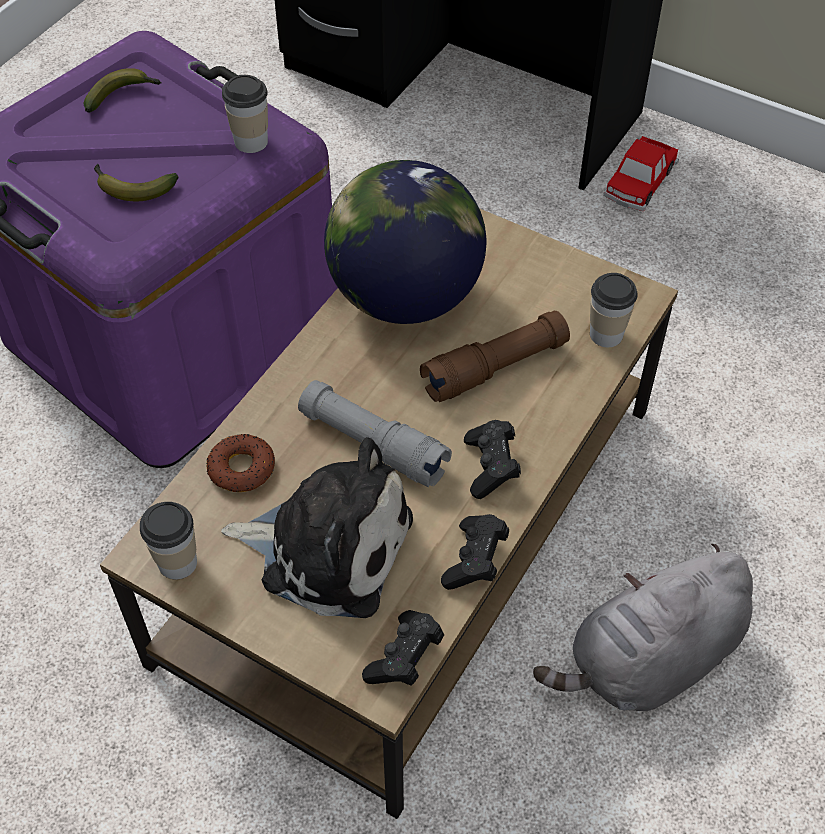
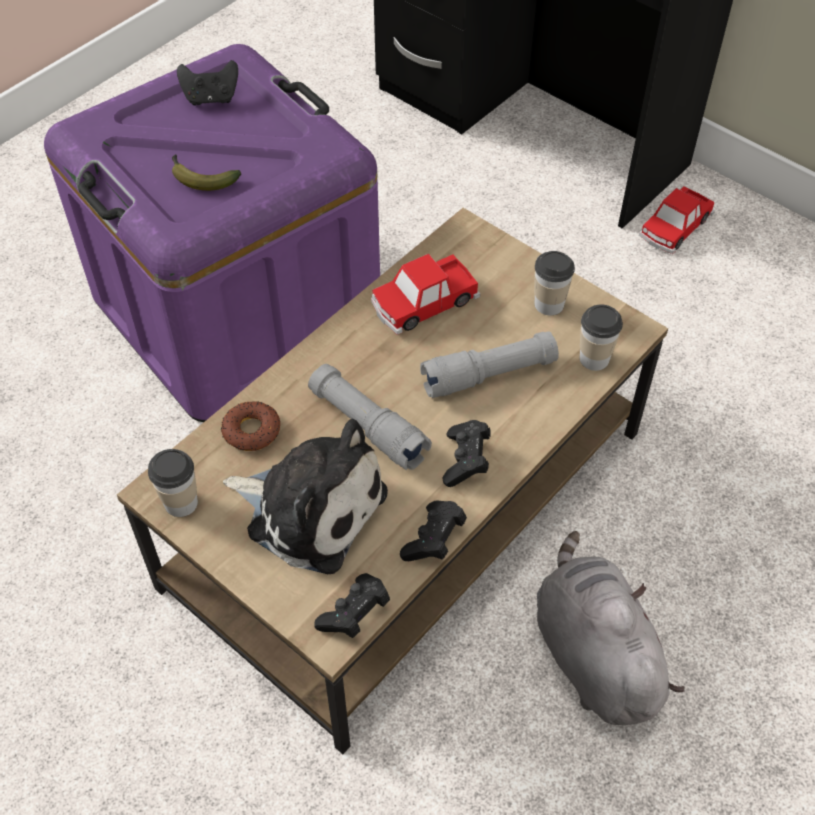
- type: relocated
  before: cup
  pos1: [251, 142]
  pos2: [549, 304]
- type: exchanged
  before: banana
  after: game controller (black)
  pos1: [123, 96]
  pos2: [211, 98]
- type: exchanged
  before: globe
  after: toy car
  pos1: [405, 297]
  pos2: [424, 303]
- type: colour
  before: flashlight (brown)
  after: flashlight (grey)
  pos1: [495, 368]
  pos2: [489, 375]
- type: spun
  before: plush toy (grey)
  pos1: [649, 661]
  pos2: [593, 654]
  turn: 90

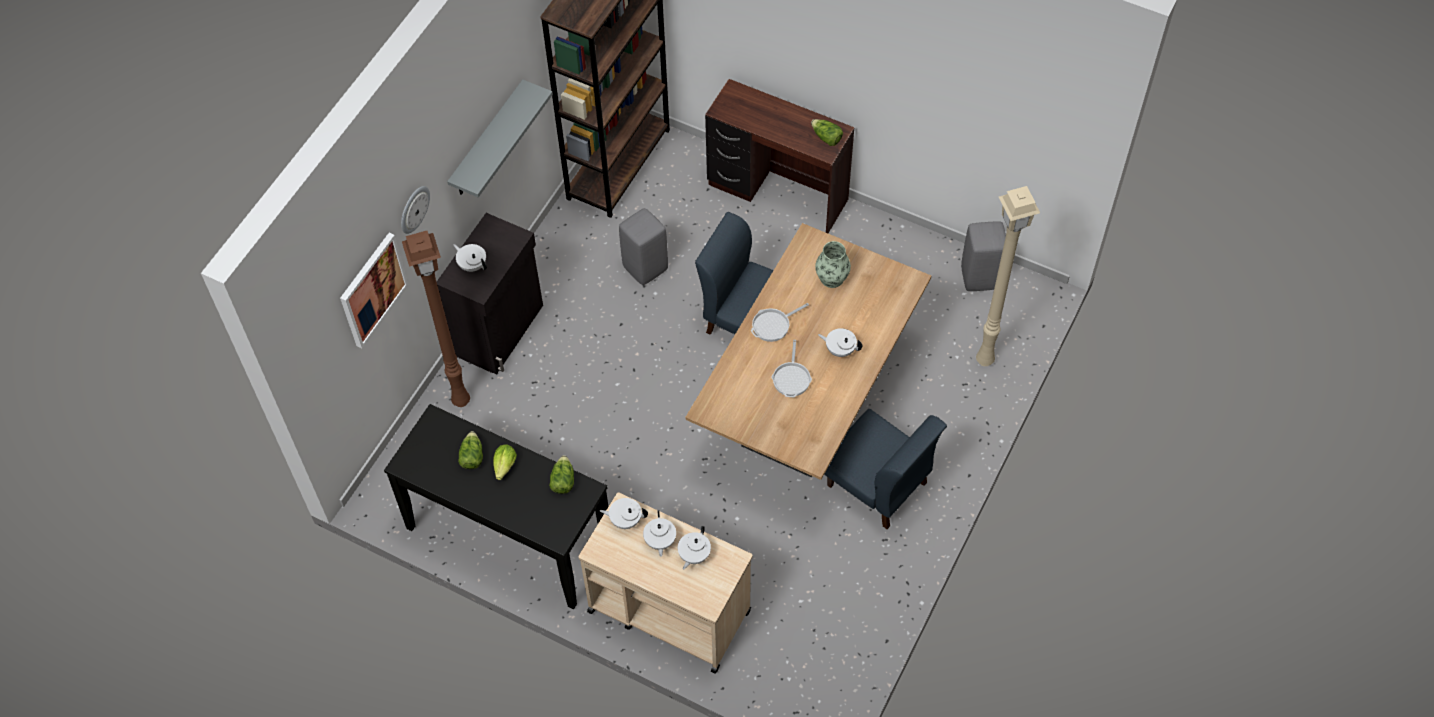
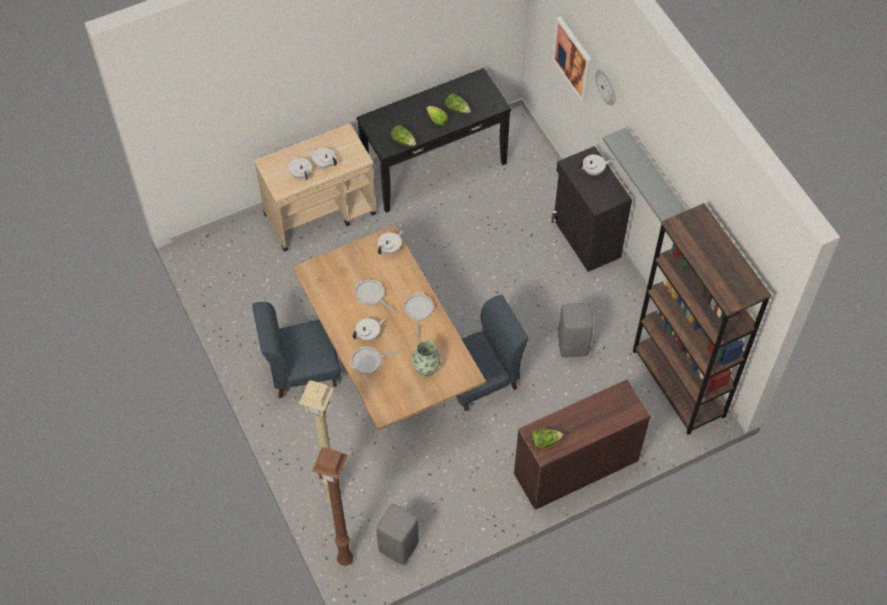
- type: appeared
  after: frying pan
  pos2: [369, 361]
- type: relocated
  before: floor lamp (brown)
  pos1: [459, 400]
  pos2: [346, 559]
- type: relocated
  before: teapot (white)
  pos1: [625, 520]
  pos2: [390, 249]

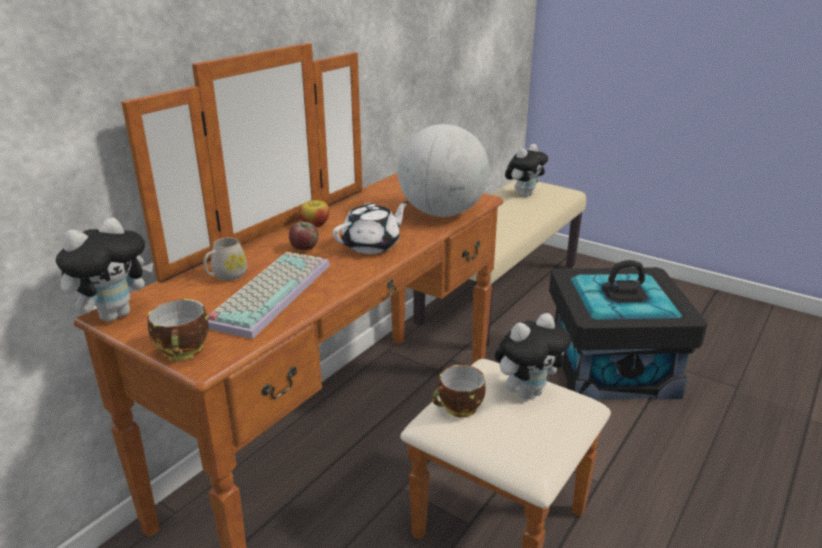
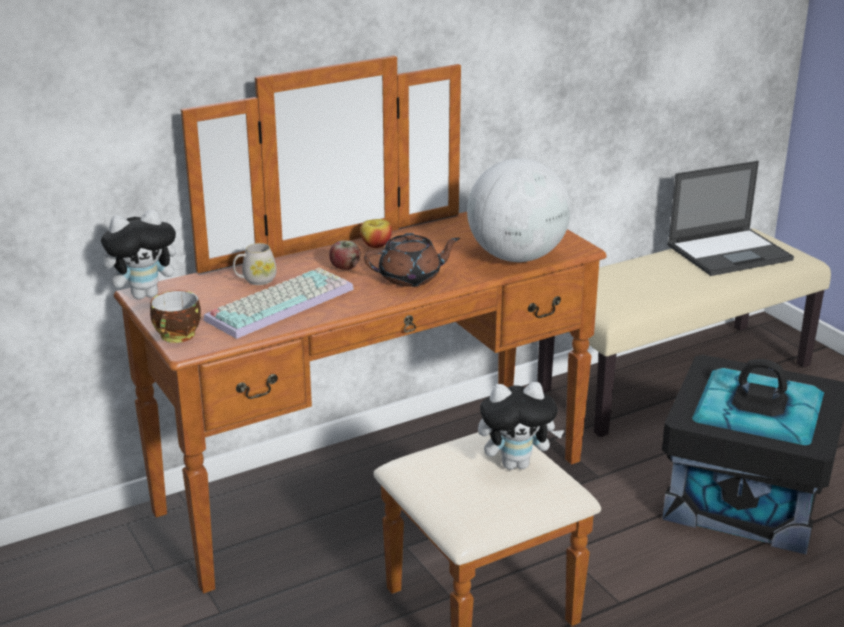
- type: missing
  before: cup
  pos1: [459, 409]
- type: exchanged
  before: plush toy
  after: laptop
  pos1: [524, 194]
  pos2: [730, 252]
- type: colour
  before: teapot (white)
  after: teapot (brown)
  pos1: [372, 245]
  pos2: [411, 278]

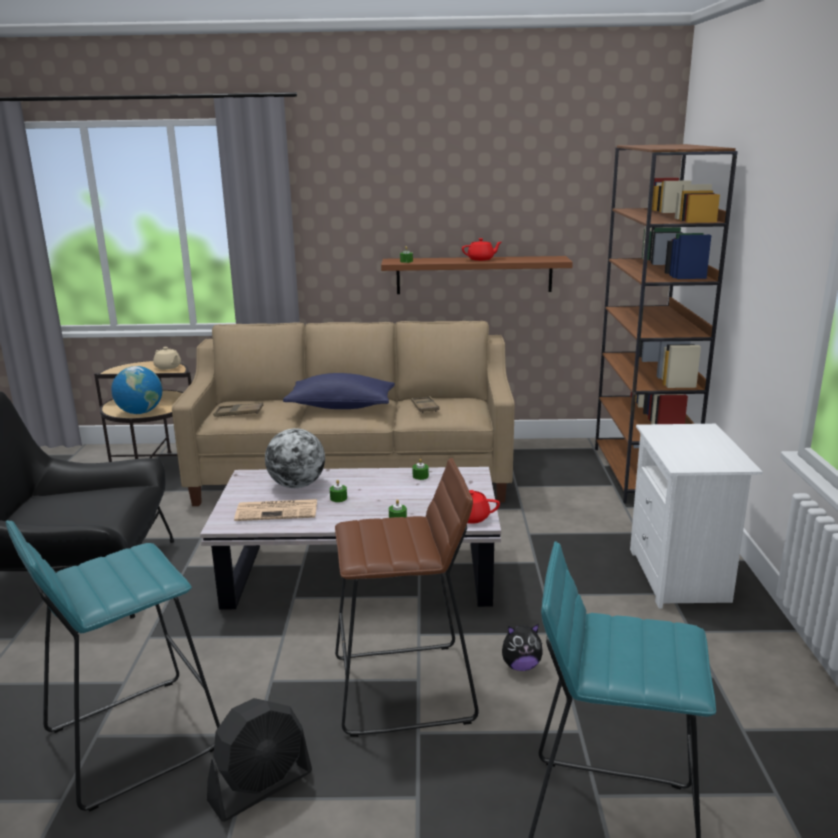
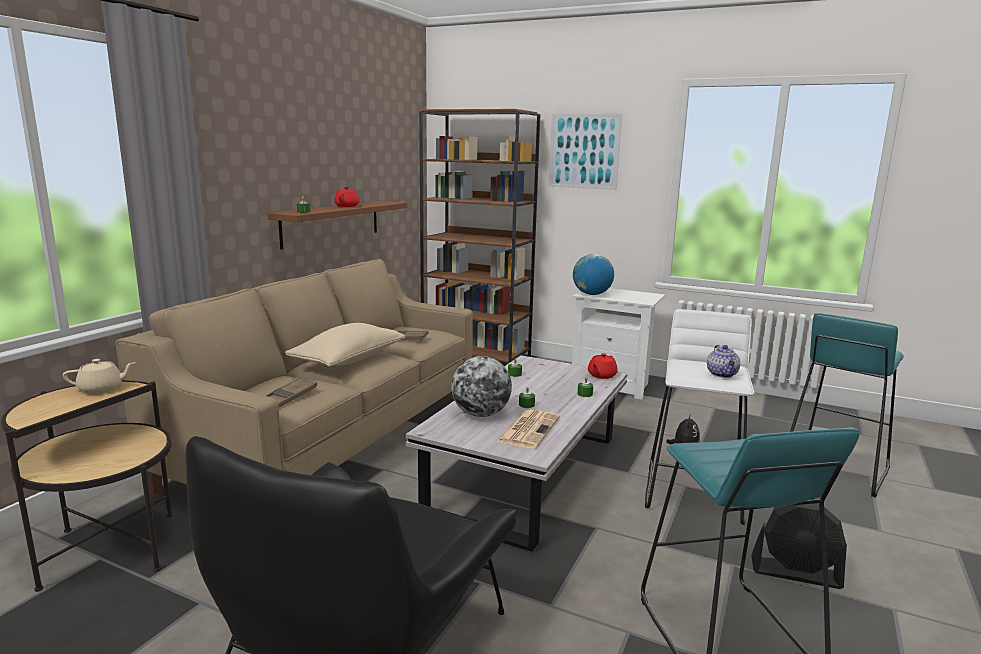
- type: appeared
  after: picture
  pos2: [584, 151]
- type: appeared
  after: teapot
  pos2: [722, 374]
- type: relocated
  before: globe
  pos1: [140, 412]
  pos2: [591, 294]
- type: colour
  before: pillow (blue)
  after: pillow (beige)
  pos1: [341, 406]
  pos2: [348, 360]
- type: colour
  before: stool (brown)
  after: stool (white)
  pos1: [405, 689]
  pos2: [694, 492]
- type: spun
  before: fan (black)
  pos1: [261, 786]
  pos2: [796, 573]
  turn: 120

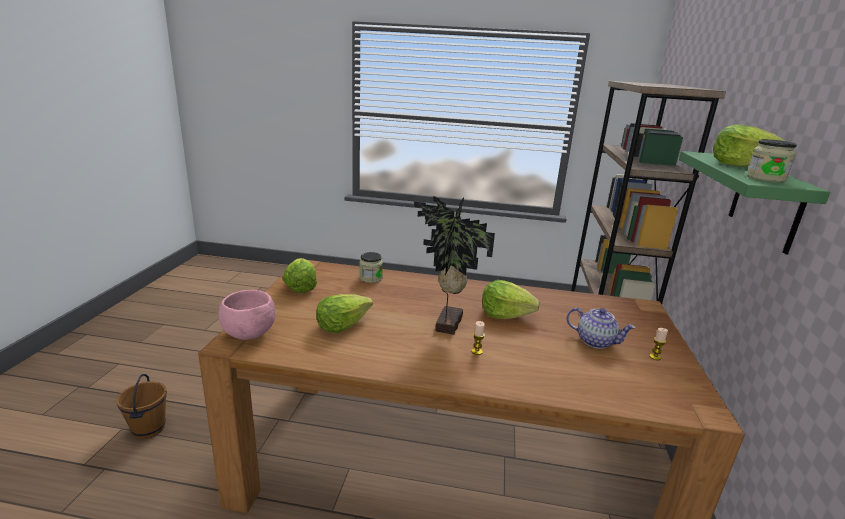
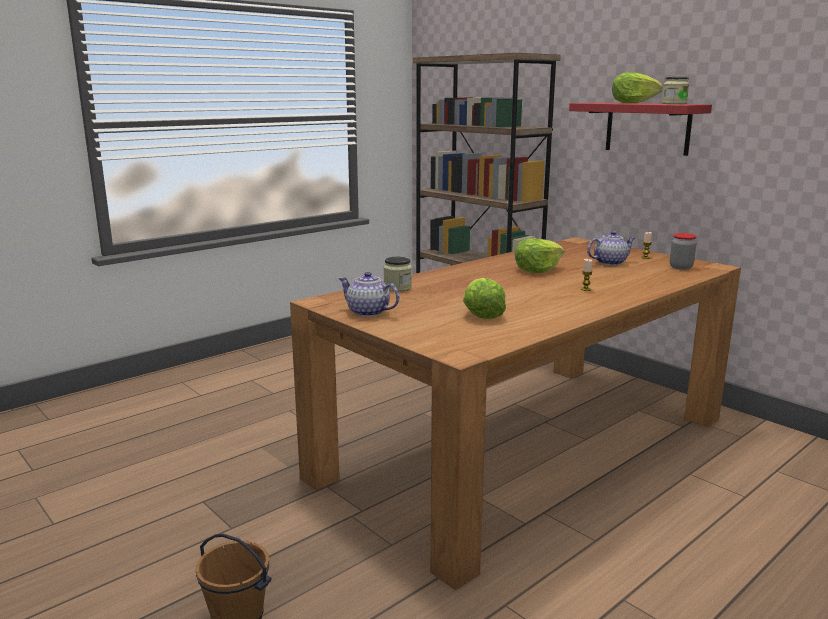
- type: missing
  before: bowl (pink)
  pos1: [249, 334]
- type: missing
  before: potted plant
  pos1: [446, 324]
- type: appeared
  after: jar
  pos2: [681, 267]
- type: exchanged
  before: lettuce
  after: teapot
  pos1: [300, 286]
  pos2: [368, 312]
- type: colour
  before: shelf (green)
  after: shelf (red)
  pos1: [766, 202]
  pos2: [647, 128]

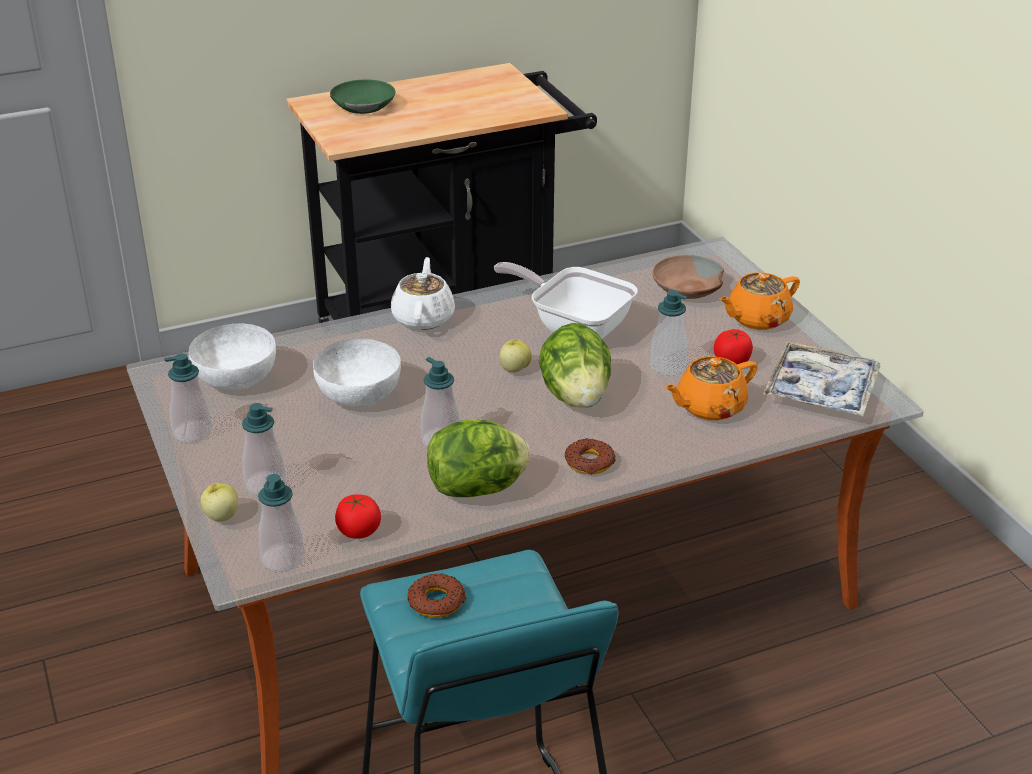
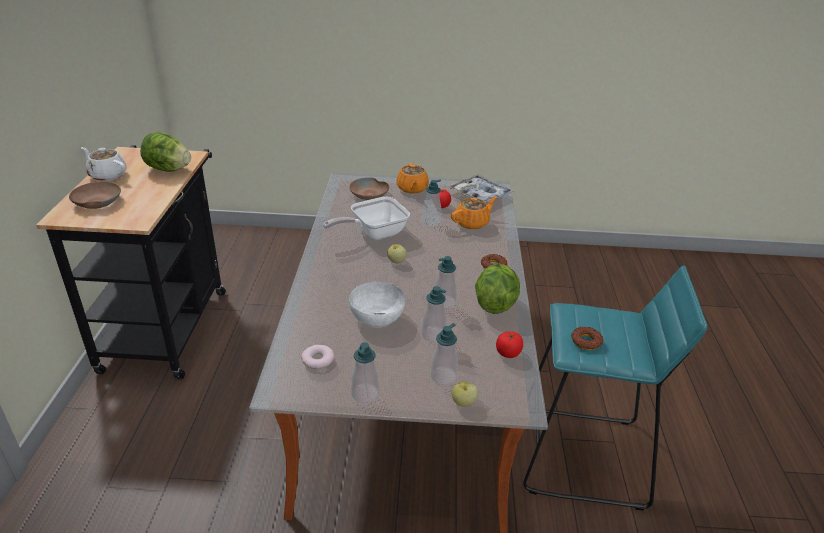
- type: relocated
  before: soap dispenser
  pos1: [283, 559]
  pos2: [433, 334]
- type: relocated
  before: teapot (white)
  pos1: [423, 317]
  pos2: [107, 175]
- type: relocated
  before: lettuce
  pos1: [576, 396]
  pos2: [168, 169]
- type: exchanged
  before: bowl (white)
  after: donut
  pos1: [237, 379]
  pos2: [317, 359]
- type: colour
  before: bowl (green)
  after: bowl (brown)
  pos1: [363, 105]
  pos2: [96, 202]
- type: spun
  before: teapot (orange)
  pos1: [709, 407]
  pos2: [472, 223]
  turn: -120

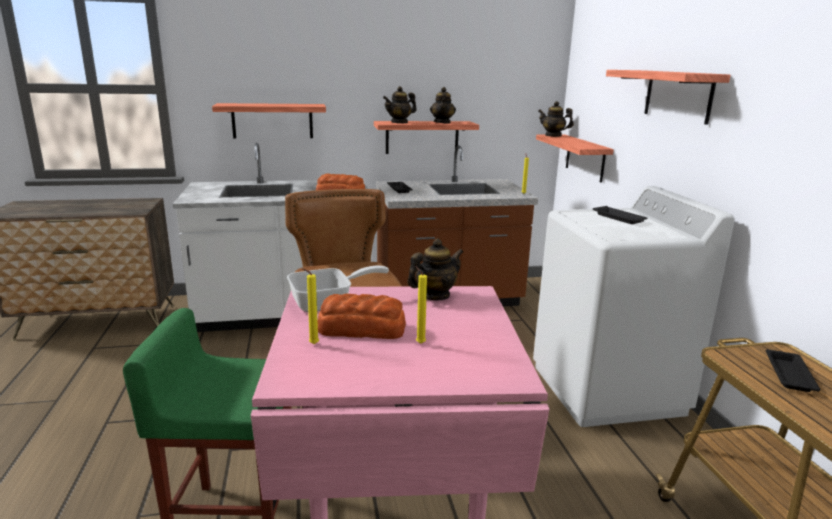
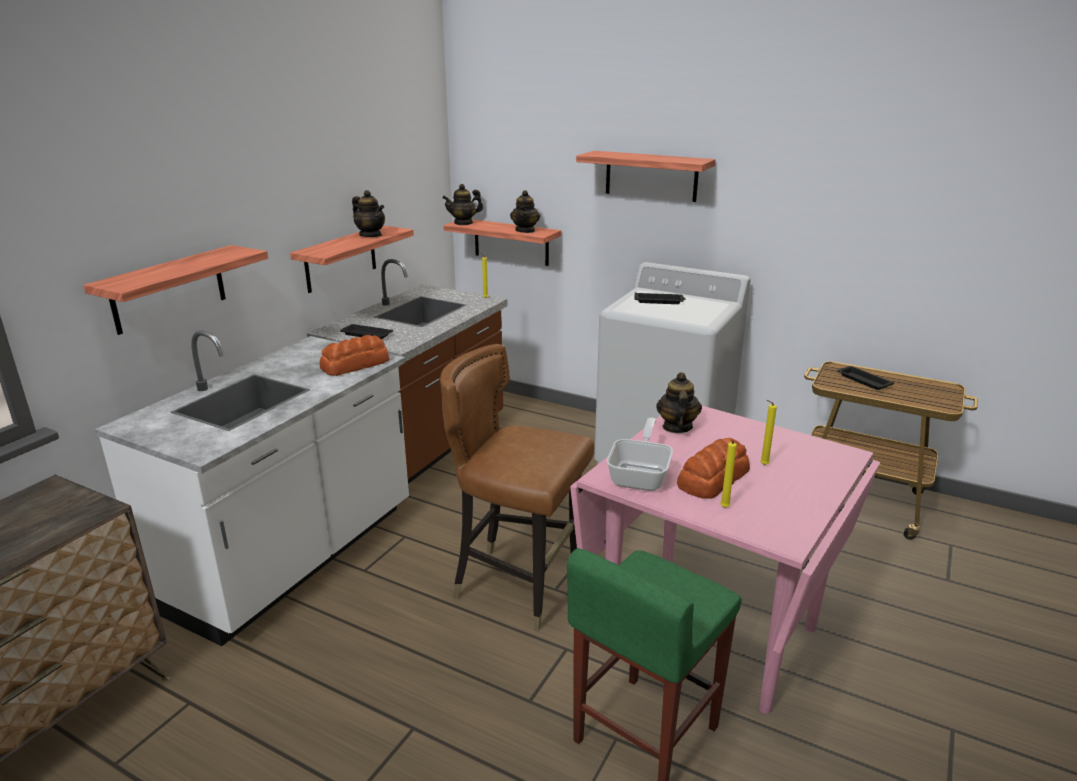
- type: relocated
  before: teapot
  pos1: [399, 122]
  pos2: [525, 230]

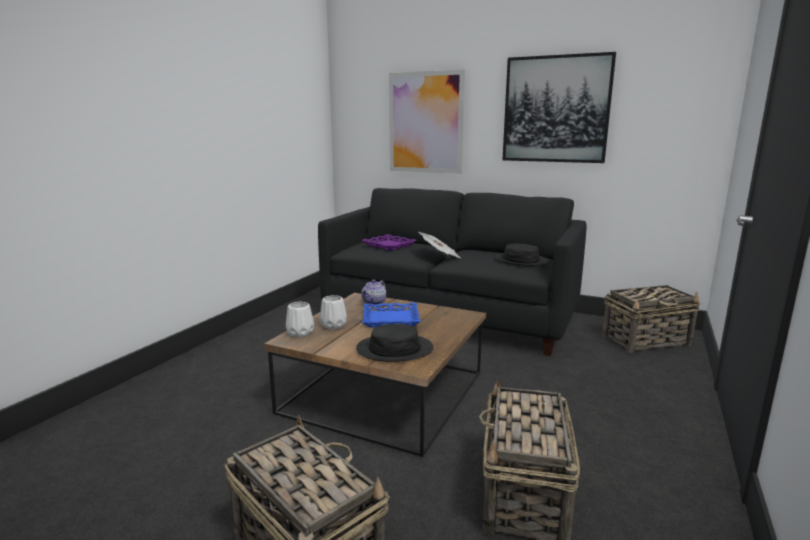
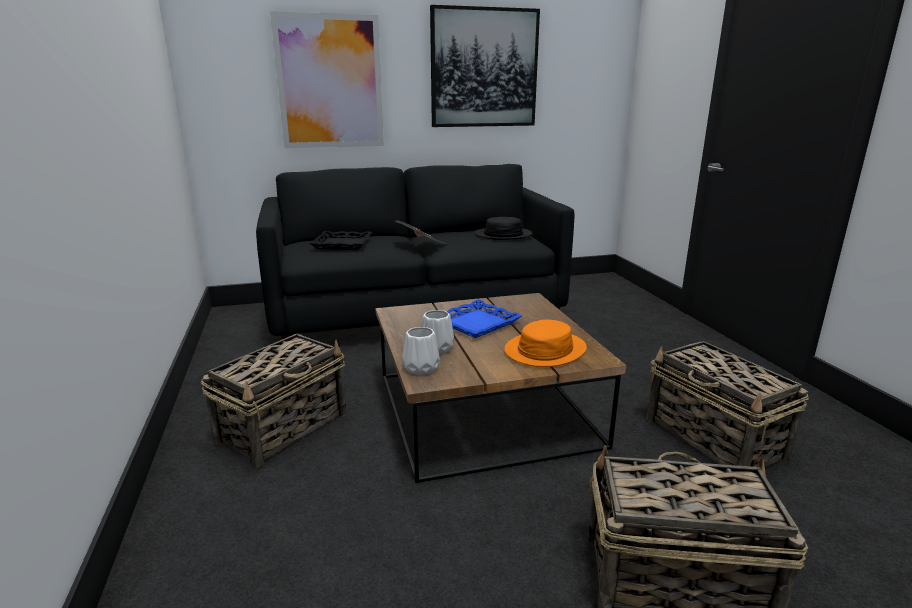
- type: missing
  before: teapot
  pos1: [374, 302]
- type: relocated
  before: basket
  pos1: [646, 340]
  pos2: [284, 427]
- type: colour
  before: hat (black)
  after: hat (orange)
  pos1: [394, 349]
  pos2: [545, 350]
- type: colour
  before: tray (purple)
  after: tray (black)
  pos1: [389, 245]
  pos2: [342, 244]

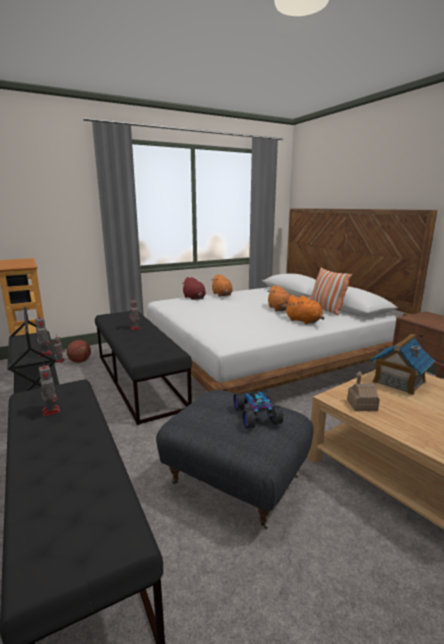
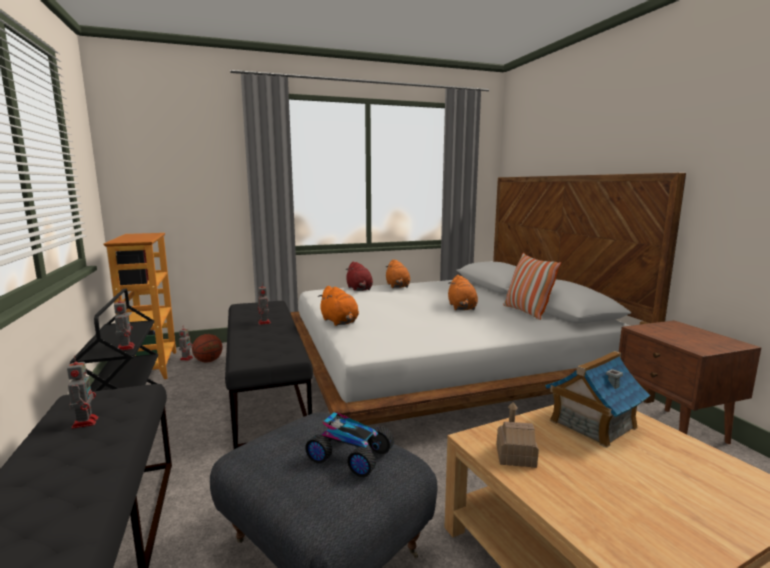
- type: relocated
  before: plush toy (orange)
  pos1: [304, 321]
  pos2: [340, 322]
- type: spun
  before: toy car
  pos1: [257, 415]
  pos2: [350, 456]
  turn: 120

